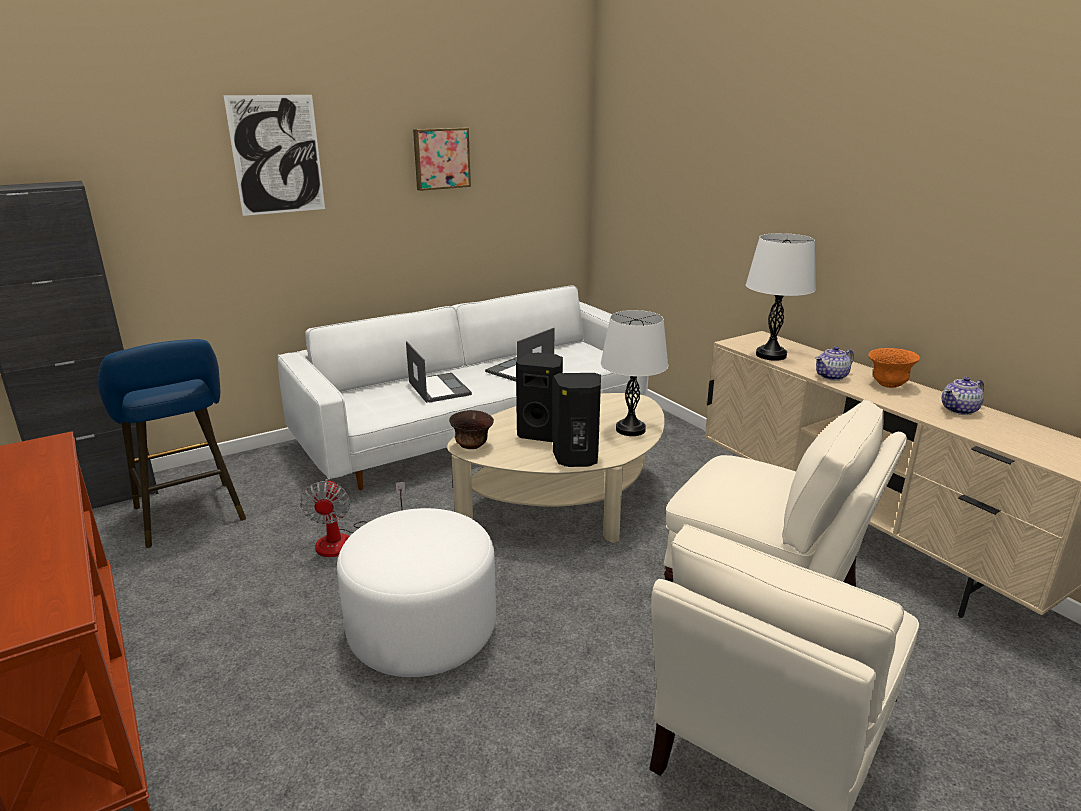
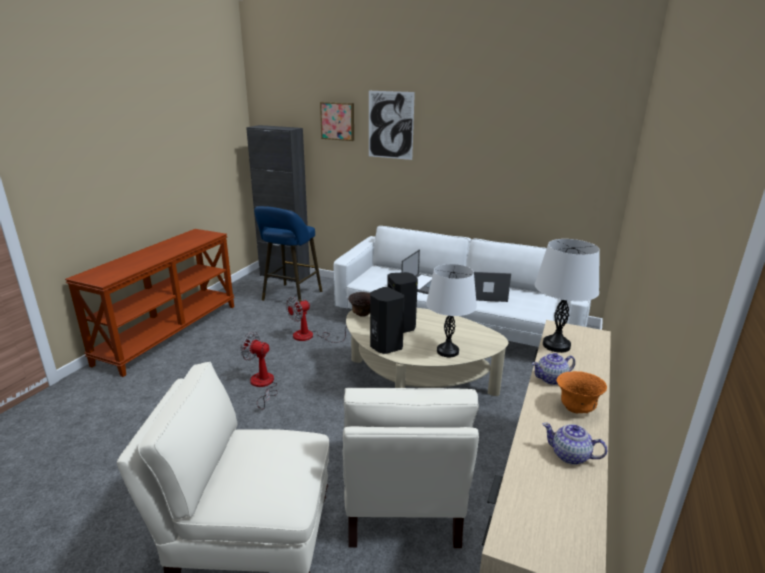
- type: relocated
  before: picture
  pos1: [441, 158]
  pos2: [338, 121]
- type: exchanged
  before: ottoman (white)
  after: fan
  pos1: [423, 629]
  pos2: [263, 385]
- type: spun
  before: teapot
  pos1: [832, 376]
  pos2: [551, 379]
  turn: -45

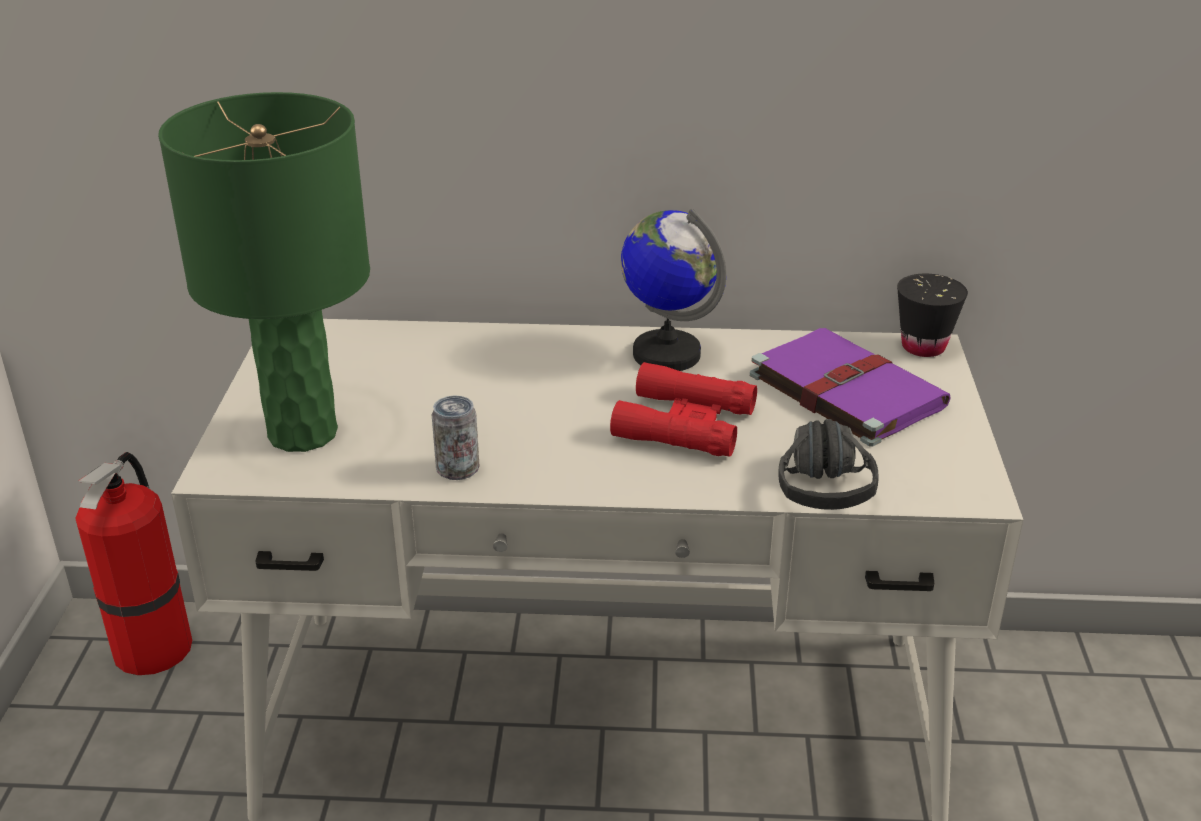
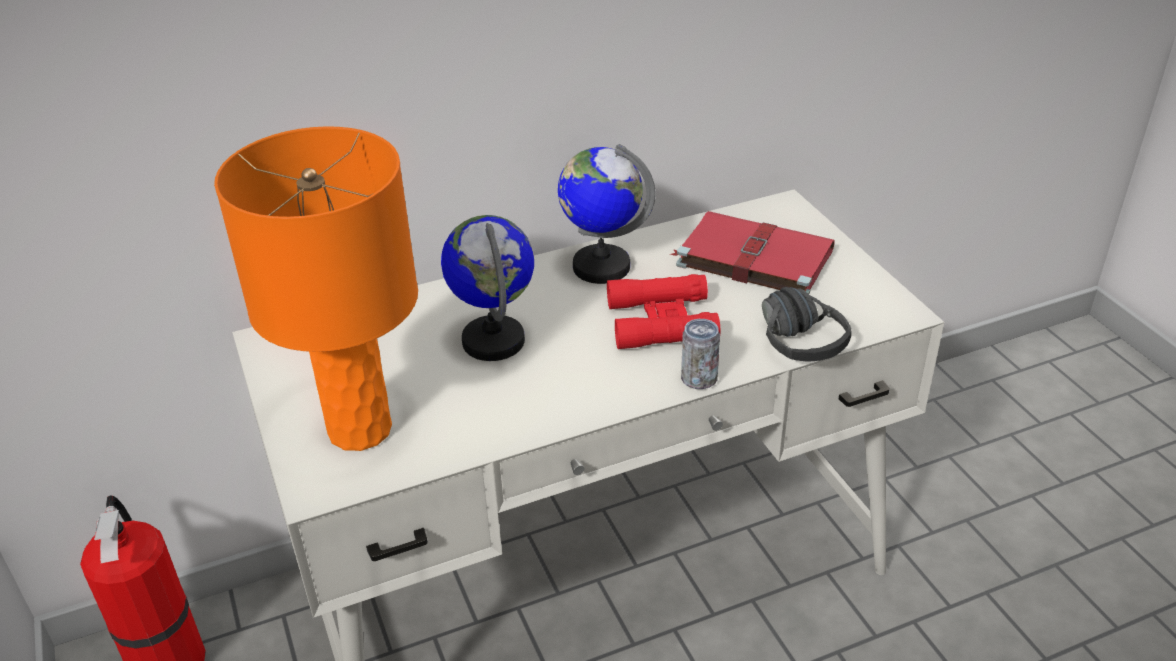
- type: missing
  before: cup (black)
  pos1: [923, 347]
- type: appeared
  after: globe
  pos2: [494, 340]
- type: relocated
  before: can
  pos1: [457, 469]
  pos2: [699, 379]
- type: colour
  before: table lamp (green)
  after: table lamp (orange)
  pos1: [303, 433]
  pos2: [361, 429]
- type: colour
  before: book (purple)
  after: book (red)
  pos1: [843, 389]
  pos2: [752, 257]

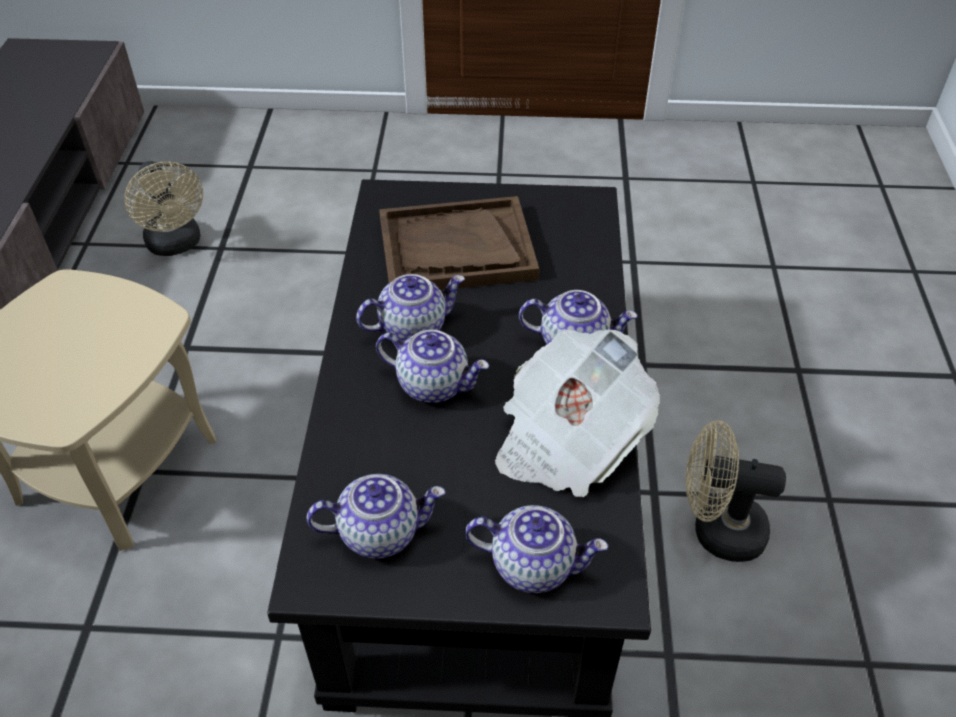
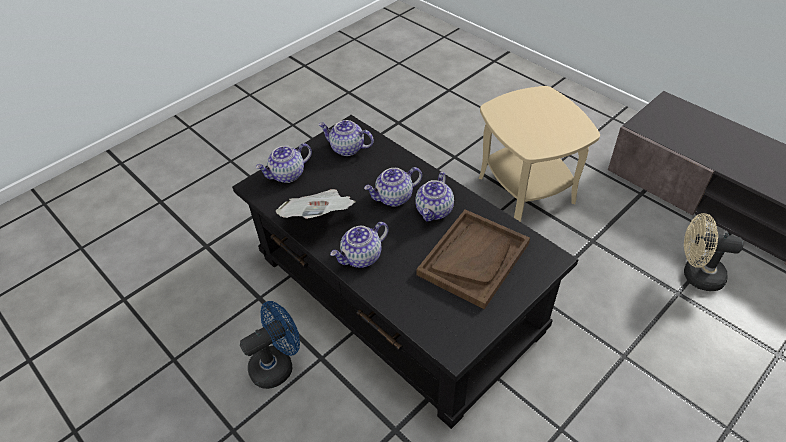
- type: colour
  before: fan (beige)
  after: fan (blue)
  pos1: [717, 529]
  pos2: [278, 364]
- type: spun
  before: teapot
  pos1: [380, 531]
  pos2: [347, 148]
  turn: 75

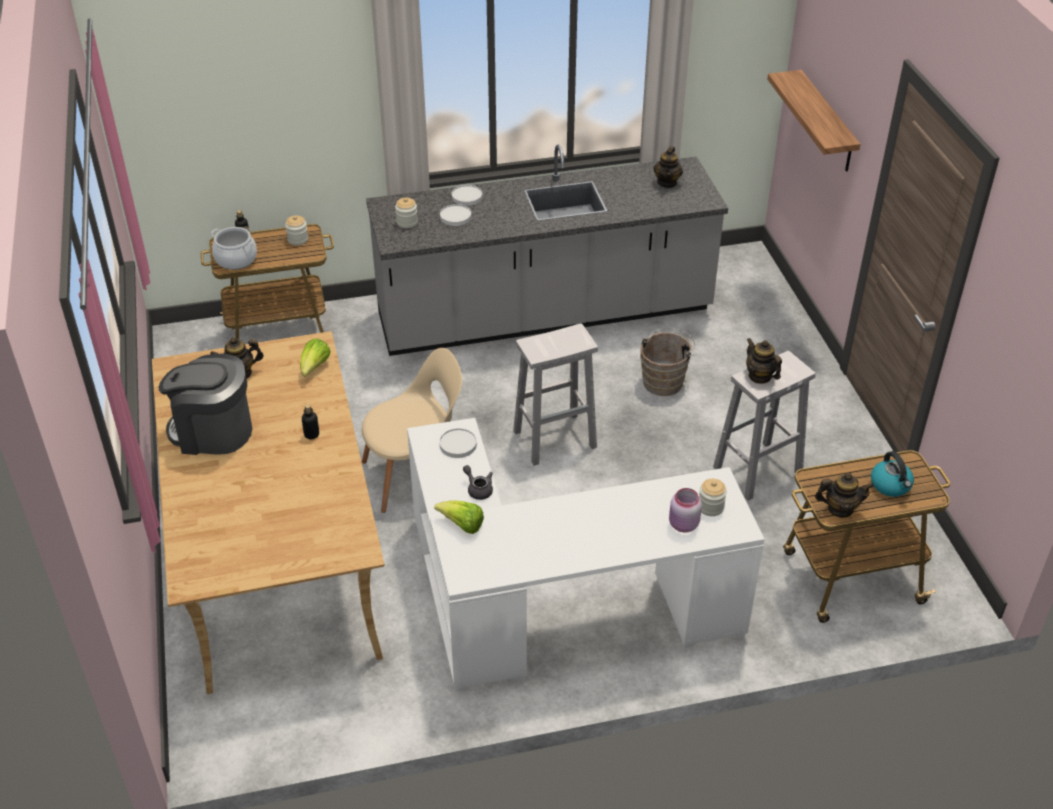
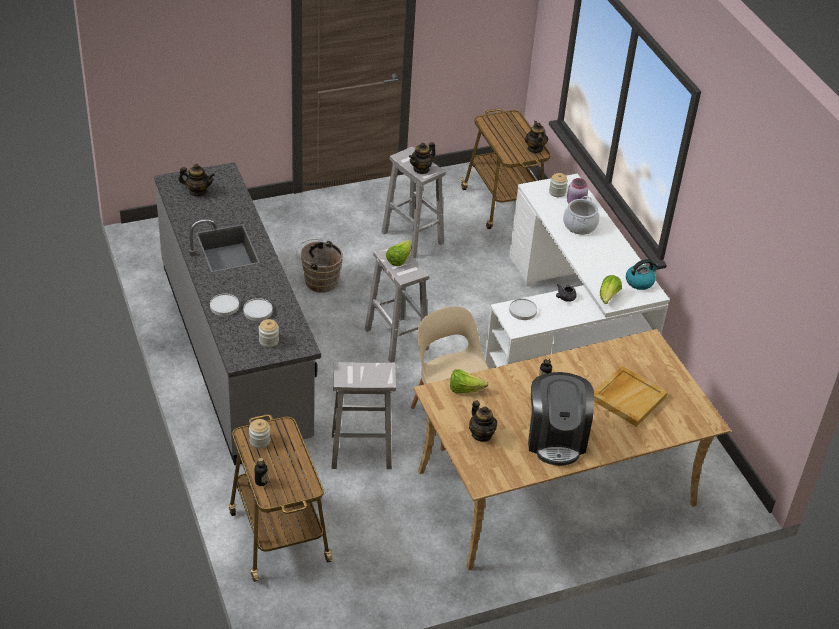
- type: missing
  before: shelf
  pos1: [826, 122]
- type: appeared
  after: stool (white)
  pos2: [362, 451]
- type: appeared
  after: lettuce
  pos2: [399, 259]
- type: appeared
  after: tray (beige)
  pos2: [628, 397]
- type: relocated
  before: cooking pot
  pos1: [236, 259]
  pos2: [579, 225]
- type: relocated
  before: kettle
  pos1: [891, 485]
  pos2: [640, 282]

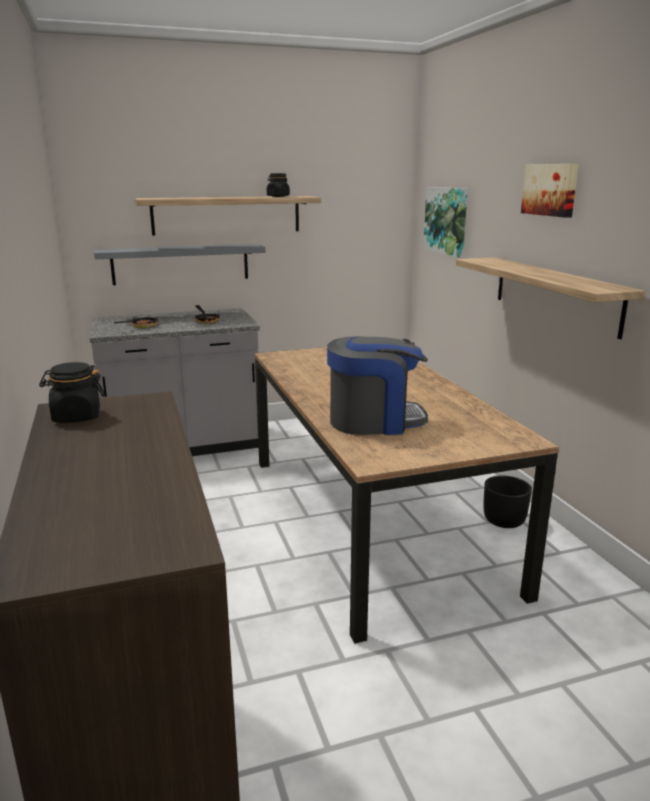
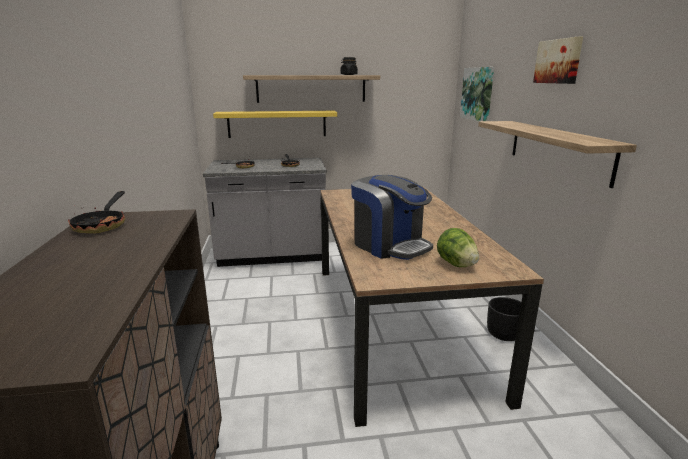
- type: appeared
  after: lettuce
  pos2: [456, 264]
- type: exchanged
  before: jar (black)
  after: frying pan
  pos1: [76, 416]
  pos2: [103, 225]
- type: colour
  before: shelf (grey)
  after: shelf (yellow)
  pos1: [181, 264]
  pos2: [277, 124]
- type: spun
  before: coffee machine
  pos1: [374, 420]
  pos2: [390, 245]
  turn: 45

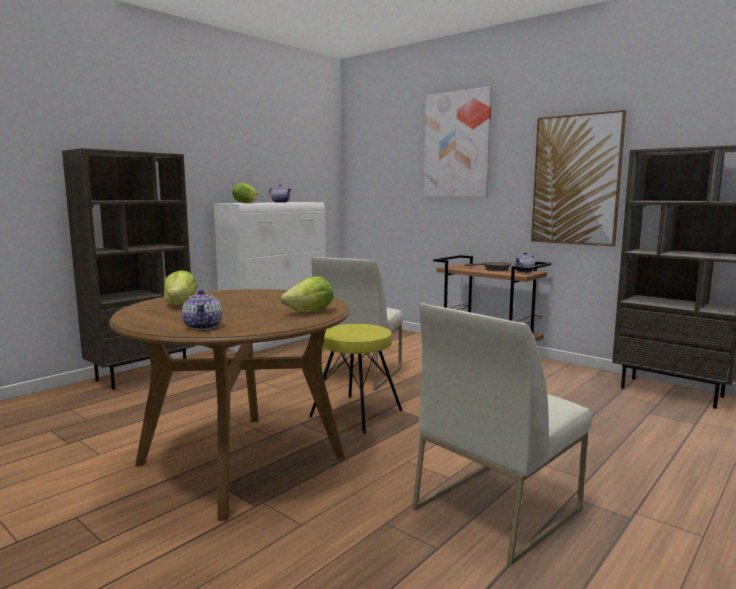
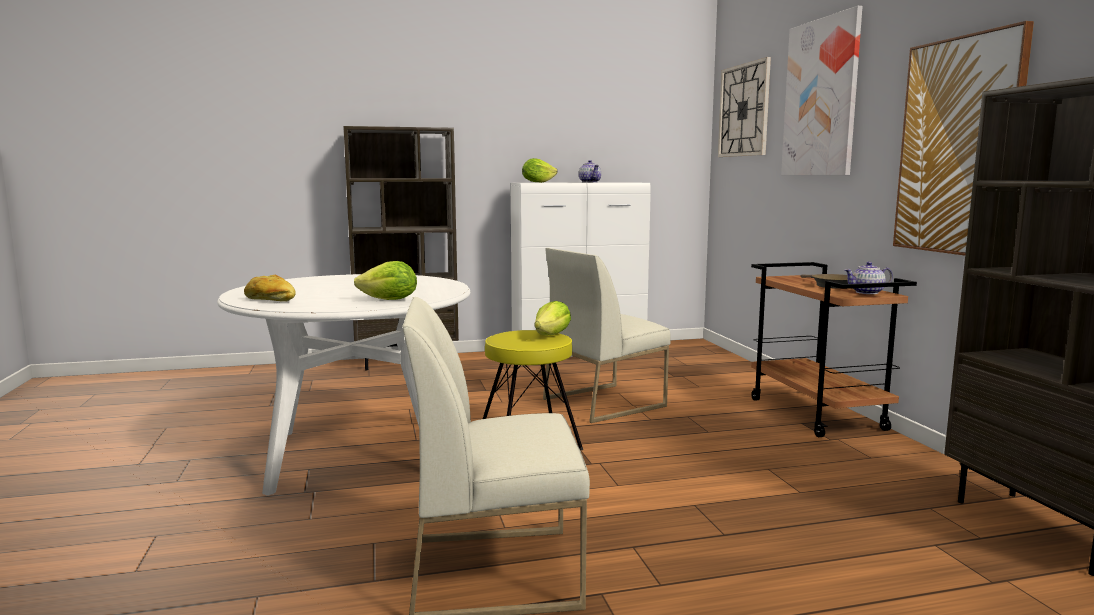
- type: appeared
  after: wall clock
  pos2: [744, 110]
- type: relocated
  before: lettuce
  pos1: [180, 304]
  pos2: [552, 335]
- type: exchanged
  before: teapot
  after: bread
  pos1: [203, 326]
  pos2: [270, 300]
- type: colour
  before: dining table (brown)
  after: dining table (white)
  pos1: [241, 460]
  pos2: [357, 453]

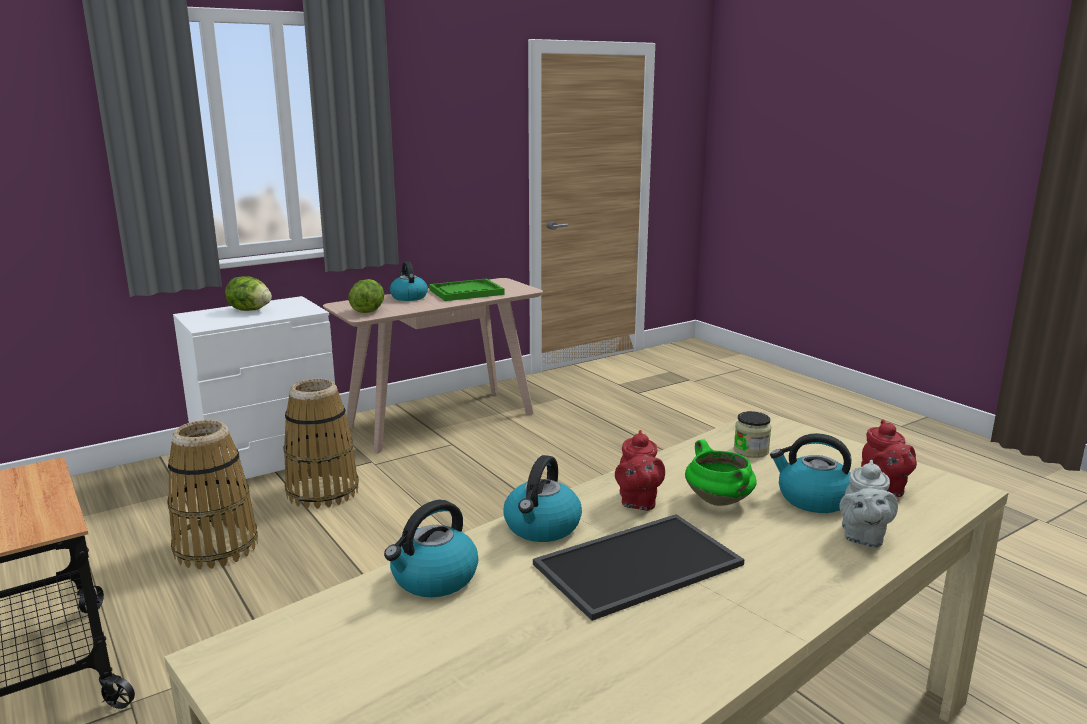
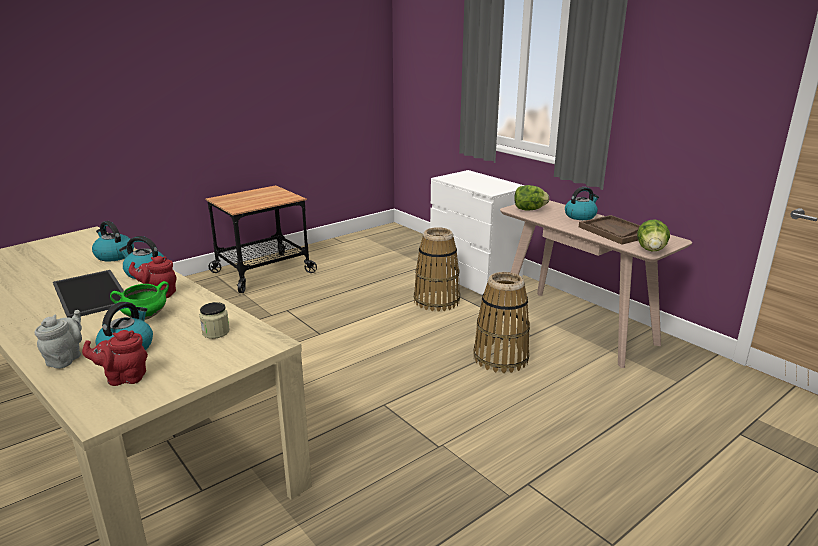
- type: relocated
  before: basket
  pos1: [216, 547]
  pos2: [501, 358]
- type: relocated
  before: lettuce
  pos1: [250, 310]
  pos2: [651, 250]
- type: colour
  before: tray (green)
  after: tray (brown)
  pos1: [466, 292]
  pos2: [615, 231]
- type: spun
  before: teapot (grey)
  pos1: [862, 537]
  pos2: [66, 359]
  turn: 90

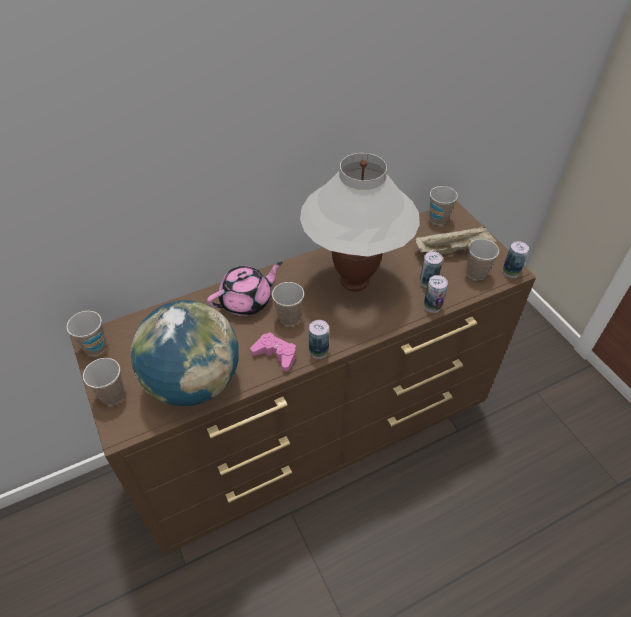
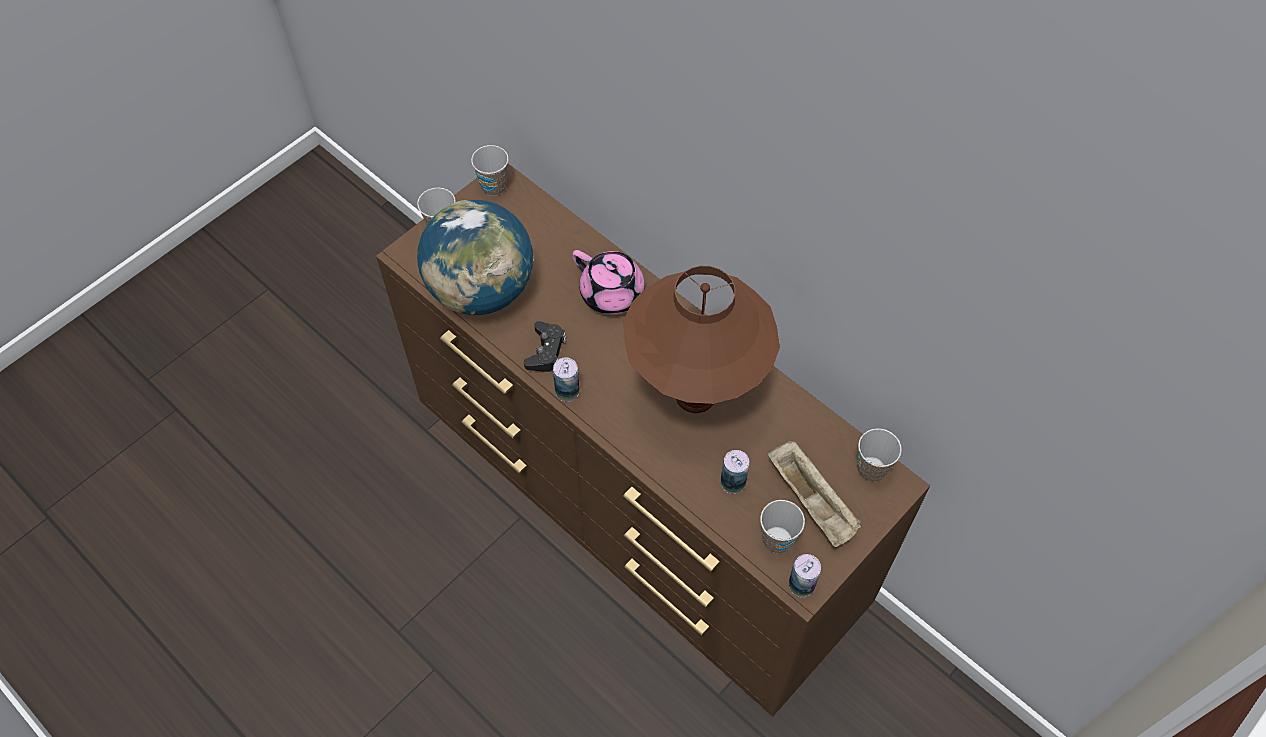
- type: missing
  before: cup
  pos1: [289, 317]
- type: missing
  before: can
  pos1: [432, 306]
- type: colour
  before: game controller (pink)
  after: game controller (black)
  pos1: [276, 354]
  pos2: [546, 351]
- type: colour
  before: table lamp (white)
  after: table lamp (brown)
  pos1: [354, 281]
  pos2: [695, 396]

